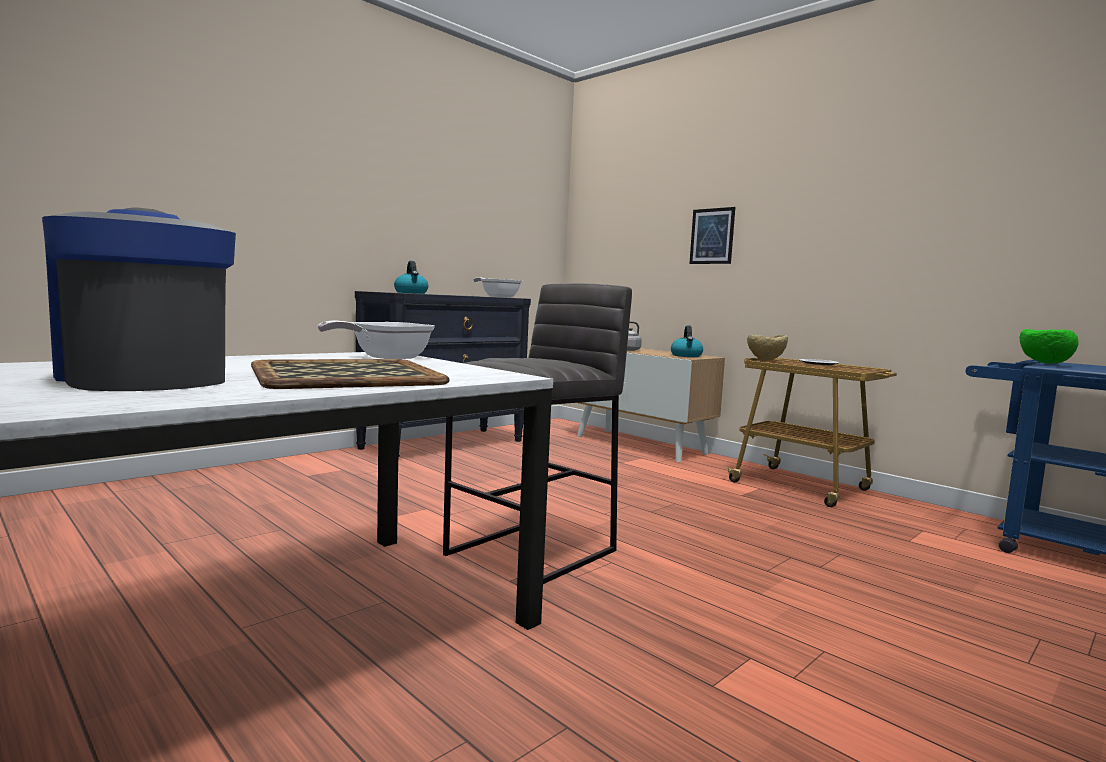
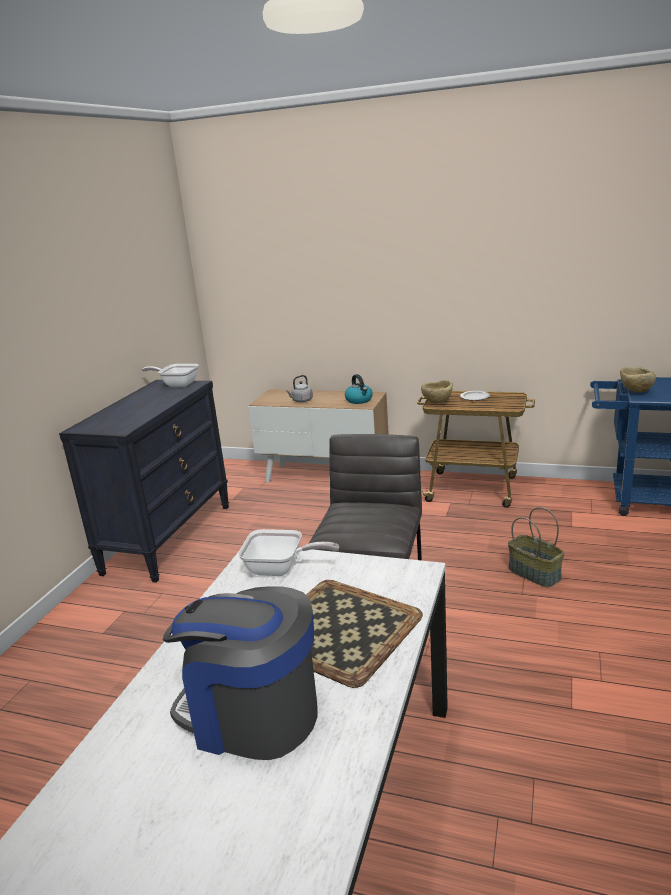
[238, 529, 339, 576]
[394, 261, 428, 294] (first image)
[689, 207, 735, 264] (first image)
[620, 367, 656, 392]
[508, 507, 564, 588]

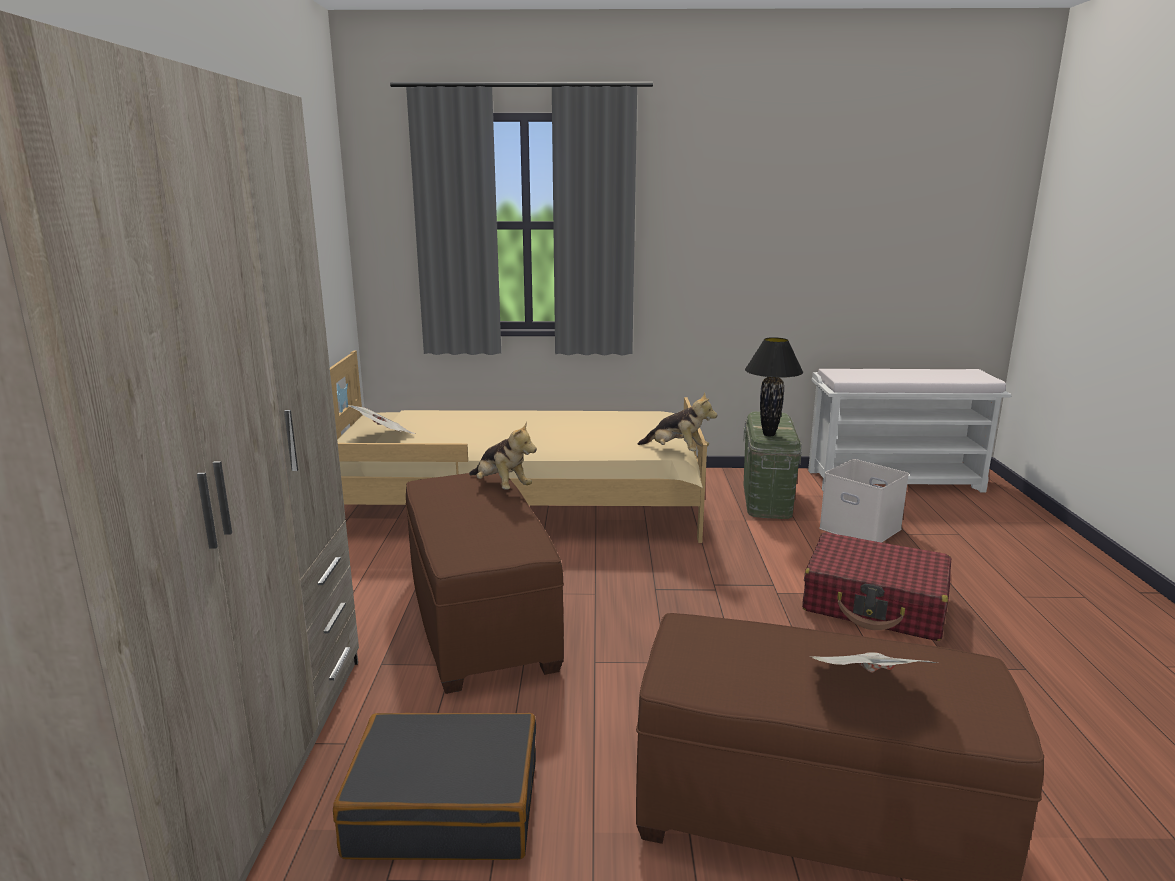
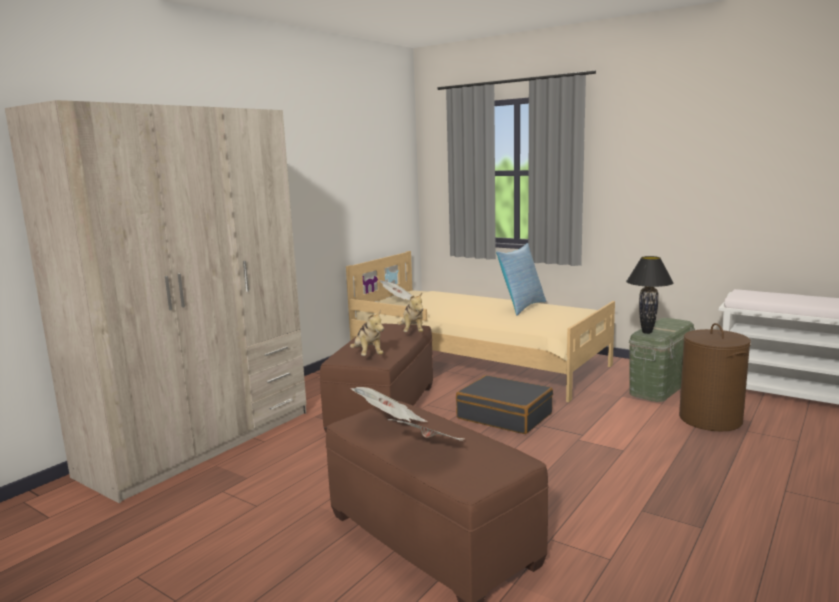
[456, 375, 553, 434]
[350, 309, 384, 356]
[802, 532, 951, 641] (first image)
[679, 323, 751, 431]
[350, 387, 427, 422]
[496, 243, 546, 316]

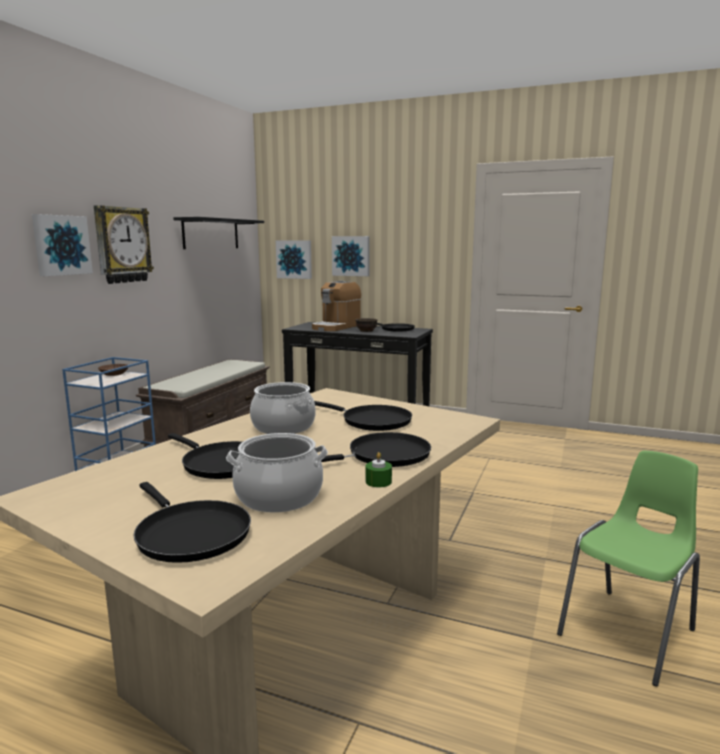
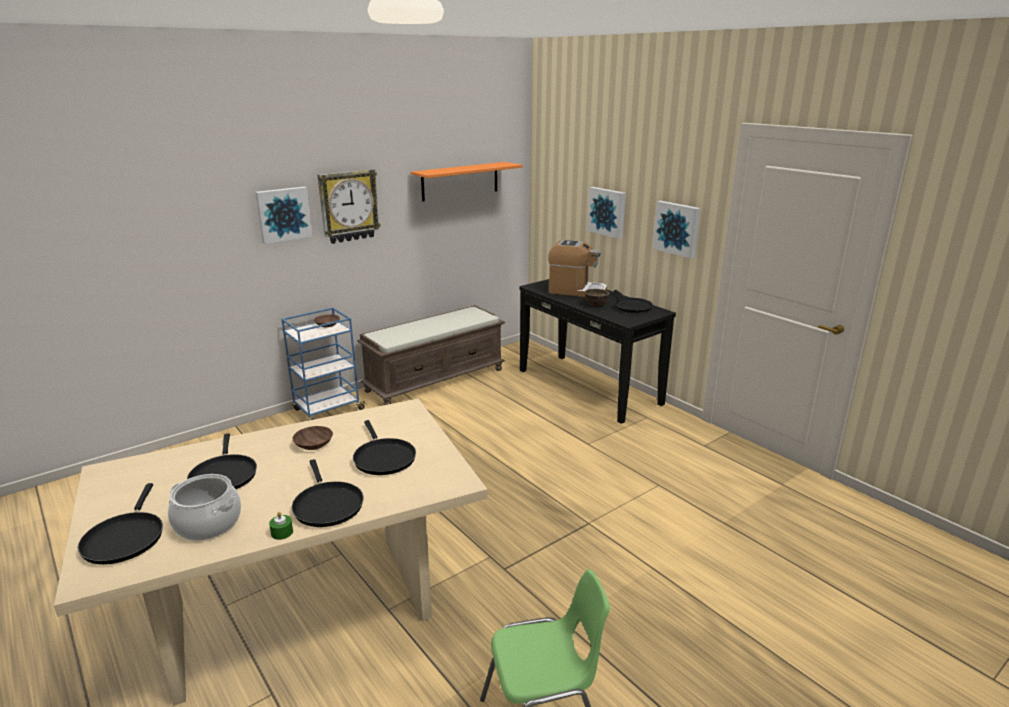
[411, 162, 523, 201]
[292, 426, 333, 450]
[653, 201, 701, 258]
[548, 240, 607, 297]
[292, 459, 364, 527]

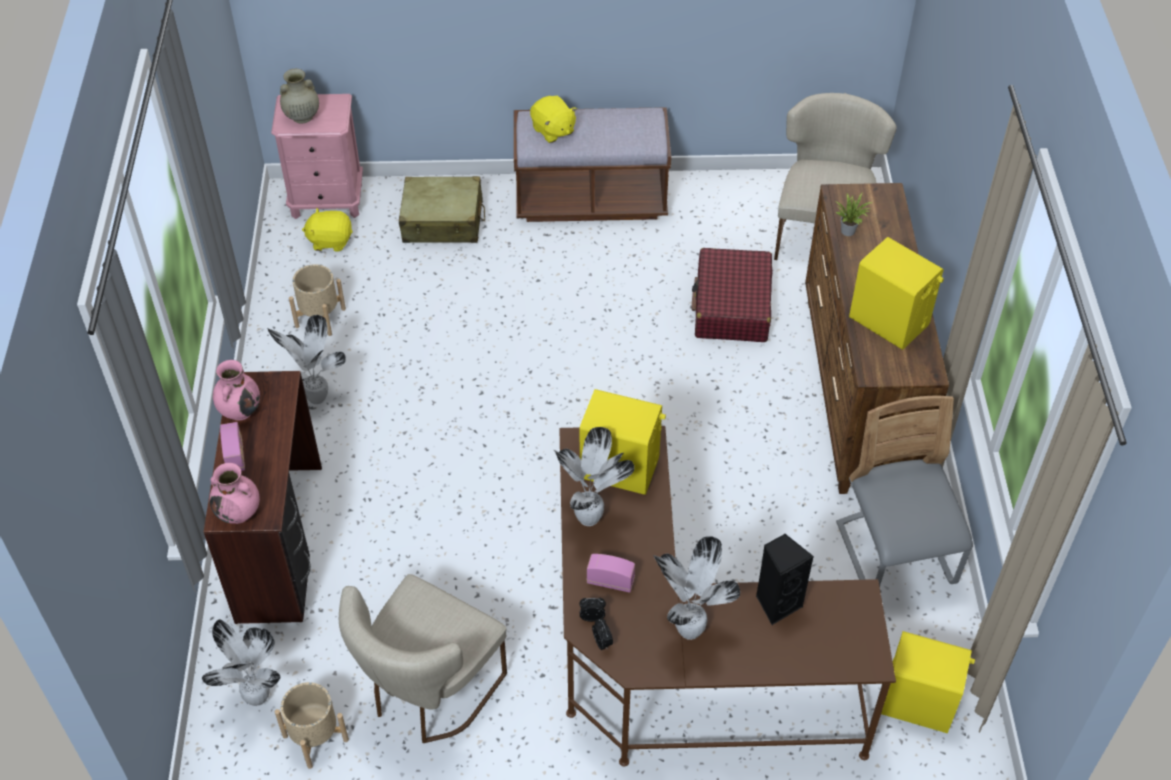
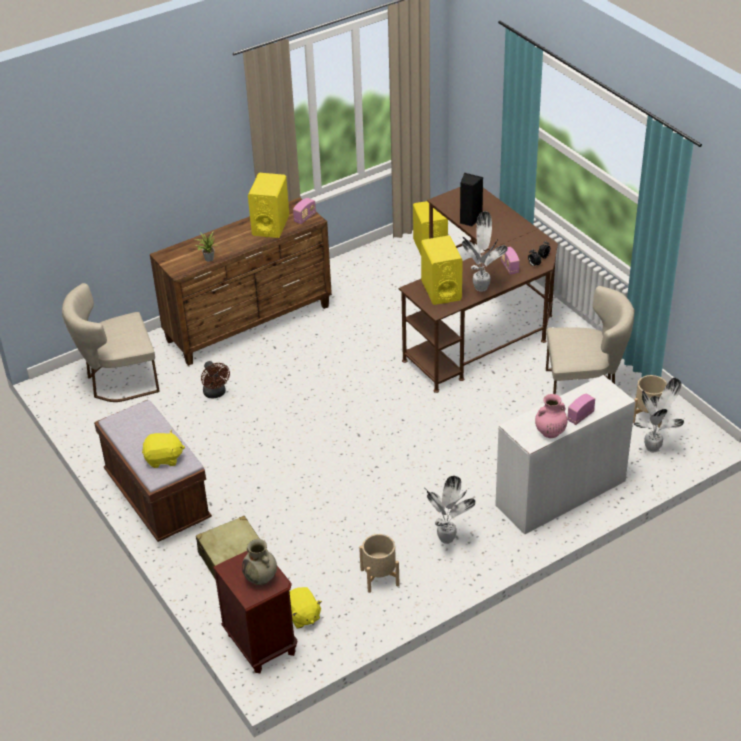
[495, 375, 636, 534]
[209, 463, 260, 524] (first image)
[213, 551, 297, 673]
[142, 429, 185, 468]
[653, 536, 740, 640] (first image)
[201, 361, 230, 398]
[836, 396, 973, 587] (first image)
[293, 198, 316, 224]

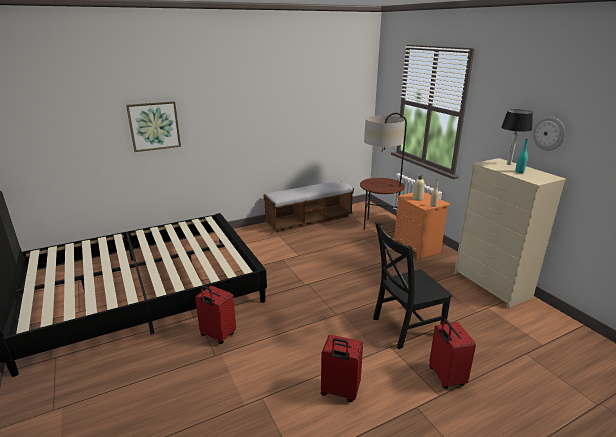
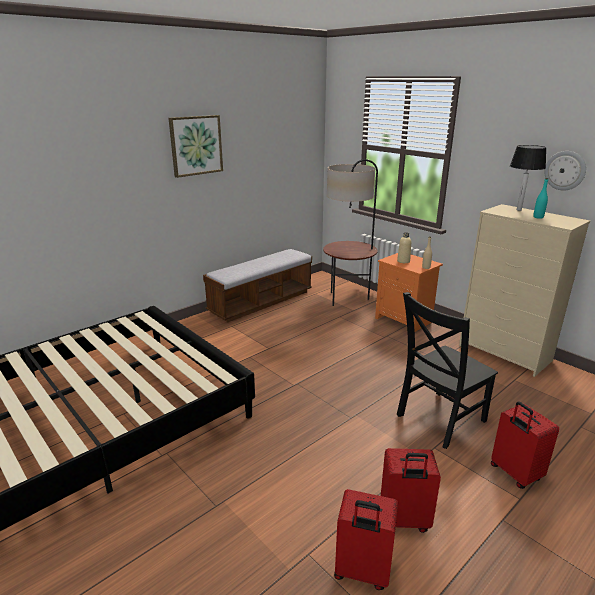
[168, 115, 223, 178]
[334, 489, 398, 590]

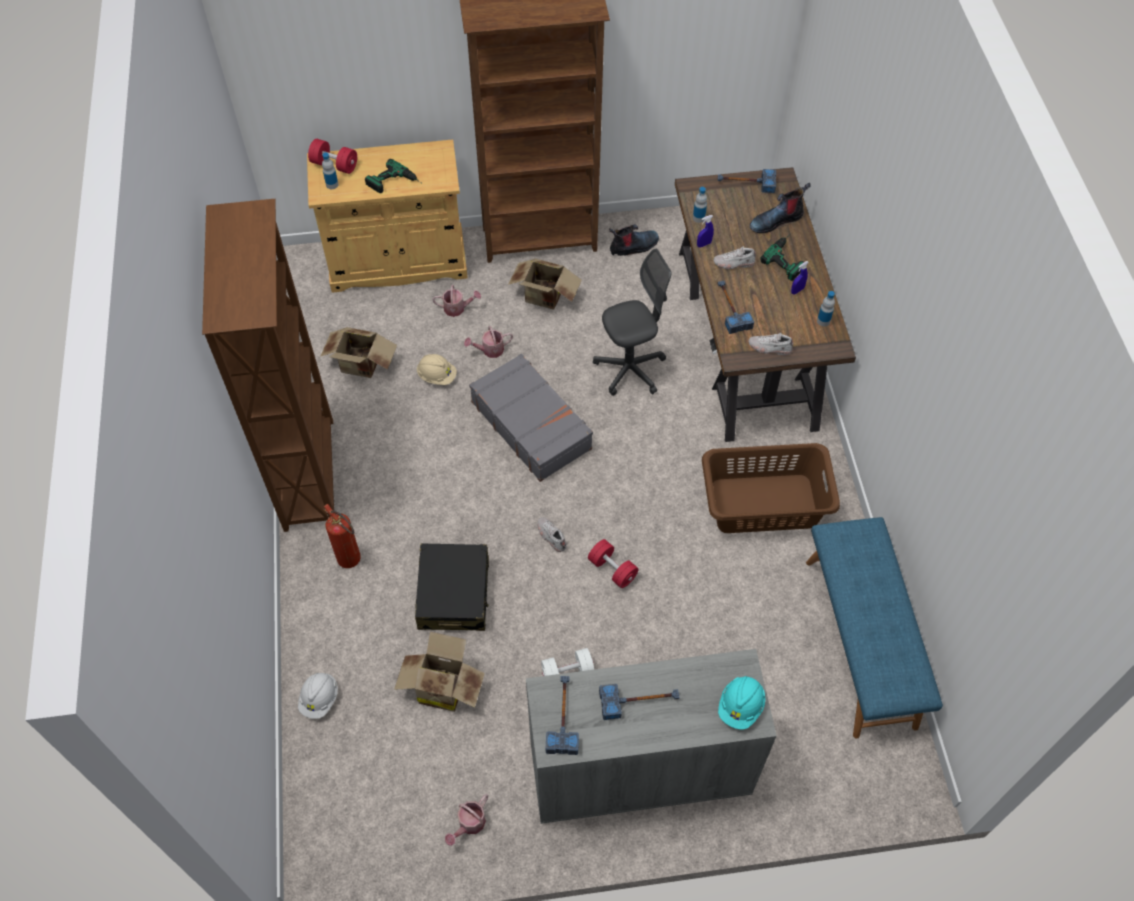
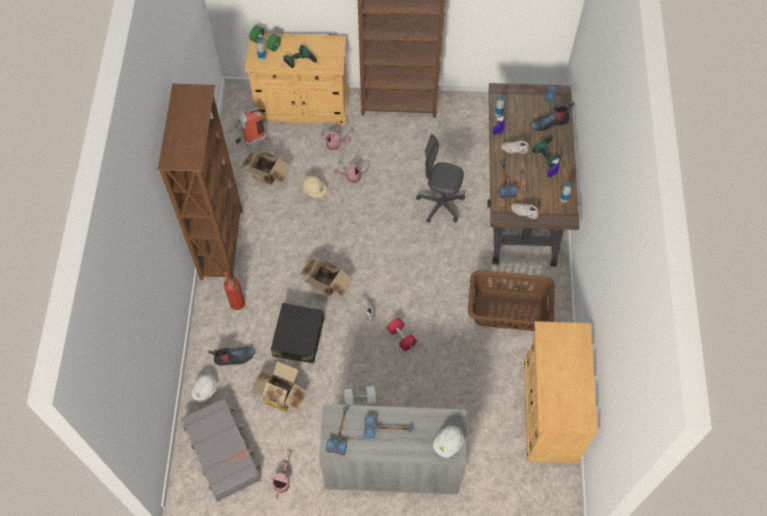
[249, 25, 281, 52]
[271, 460, 290, 498]
[181, 398, 261, 502]
[300, 258, 352, 296]
[416, 134, 465, 223]
[208, 347, 255, 365]
[433, 426, 464, 458]
[524, 321, 598, 464]
[235, 107, 266, 147]

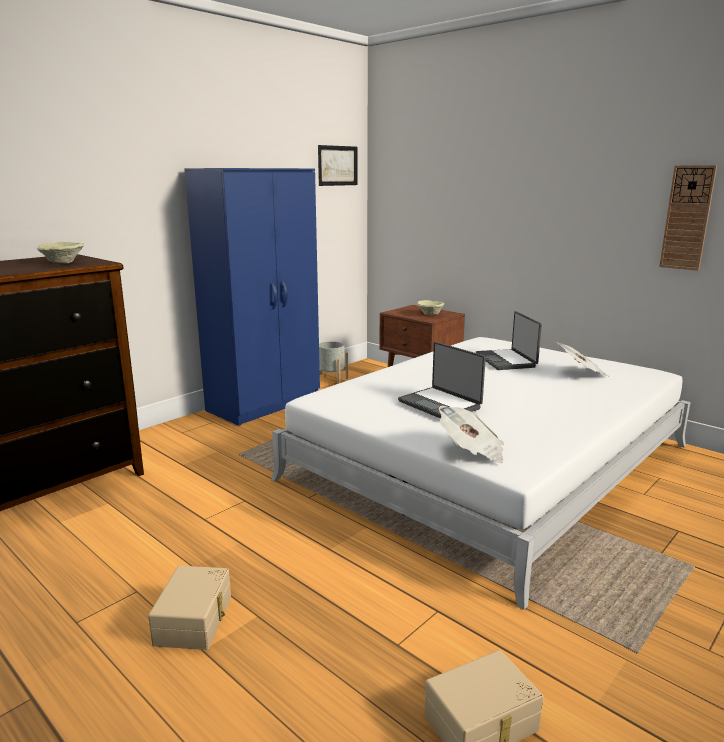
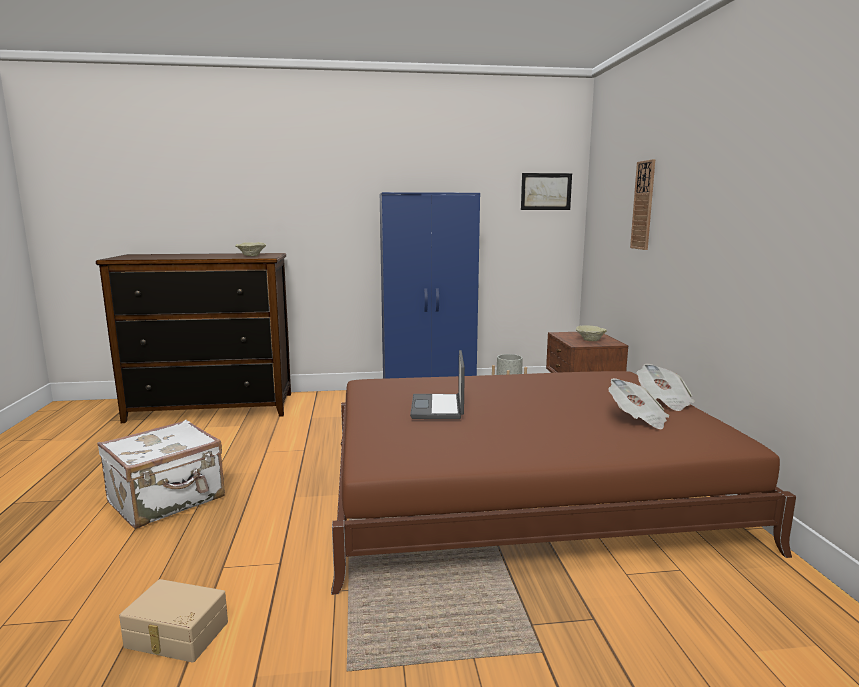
[97, 420, 225, 529]
[331, 371, 796, 595]
[637, 364, 695, 411]
[476, 311, 542, 370] (first image)
[630, 159, 655, 250]

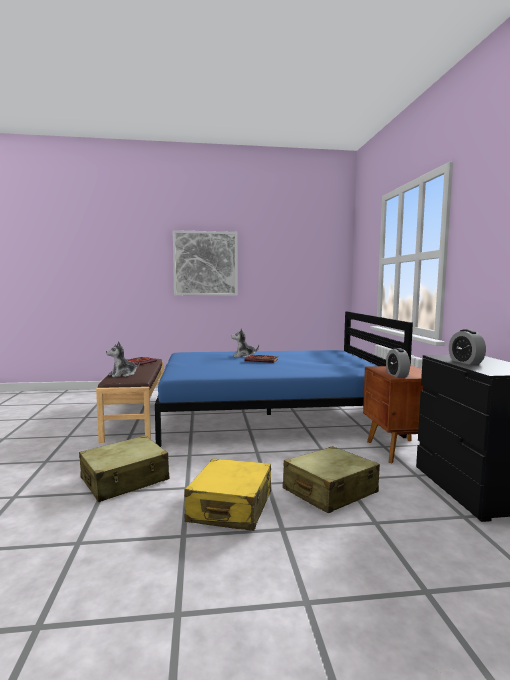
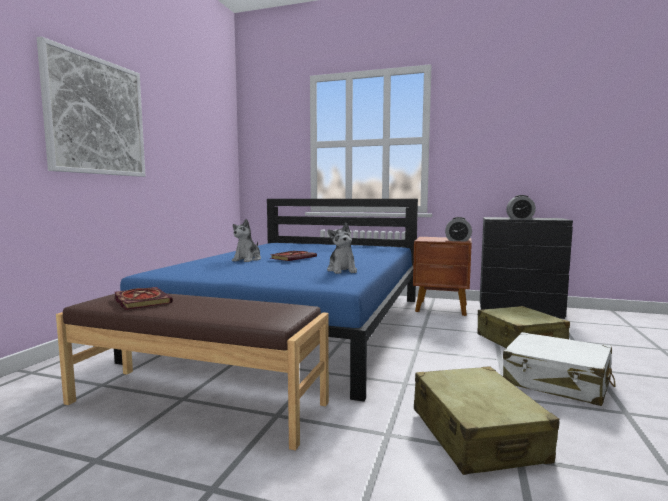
[327, 223, 357, 274]
[503, 332, 615, 406]

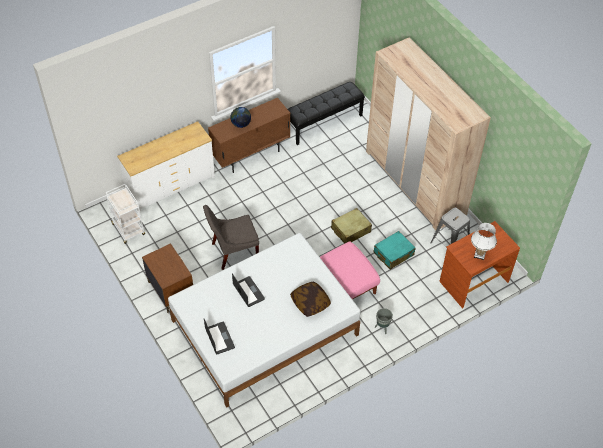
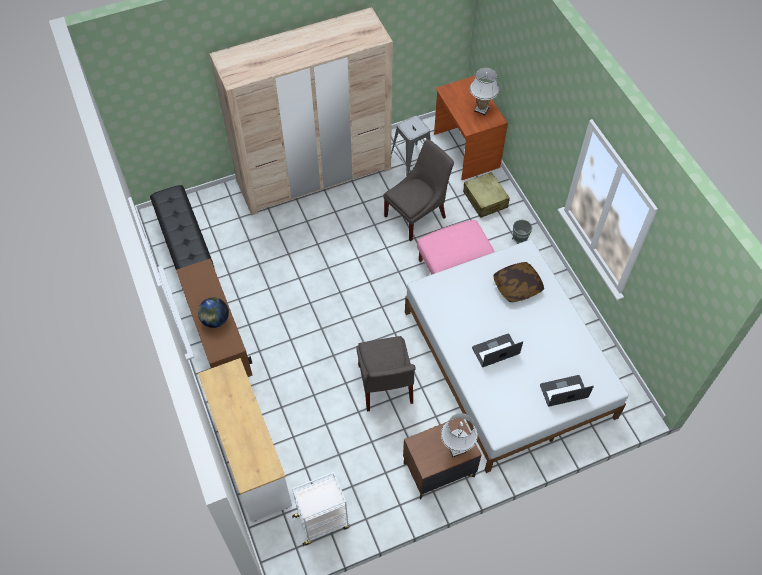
[463, 172, 510, 218]
[384, 139, 454, 241]
[441, 413, 478, 457]

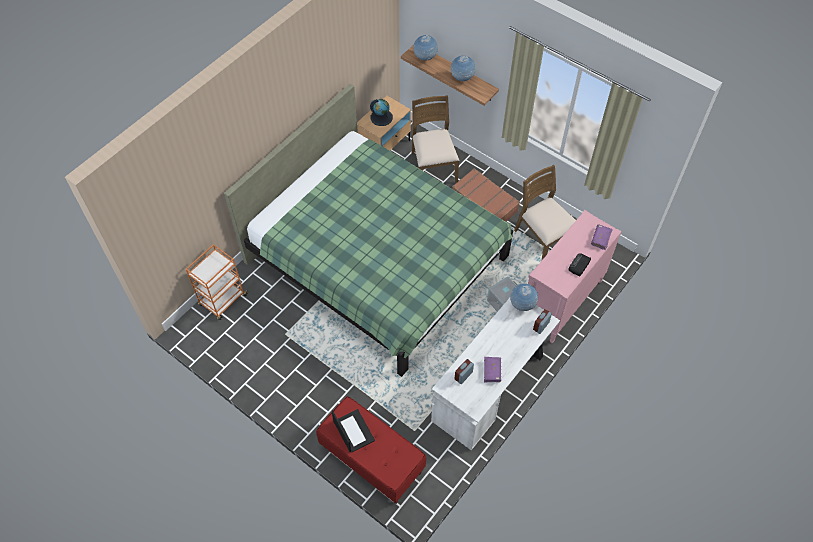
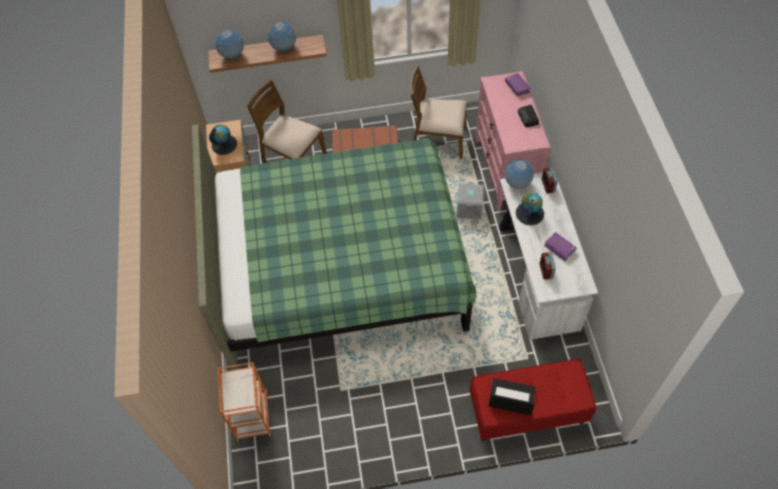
[516, 192, 544, 225]

